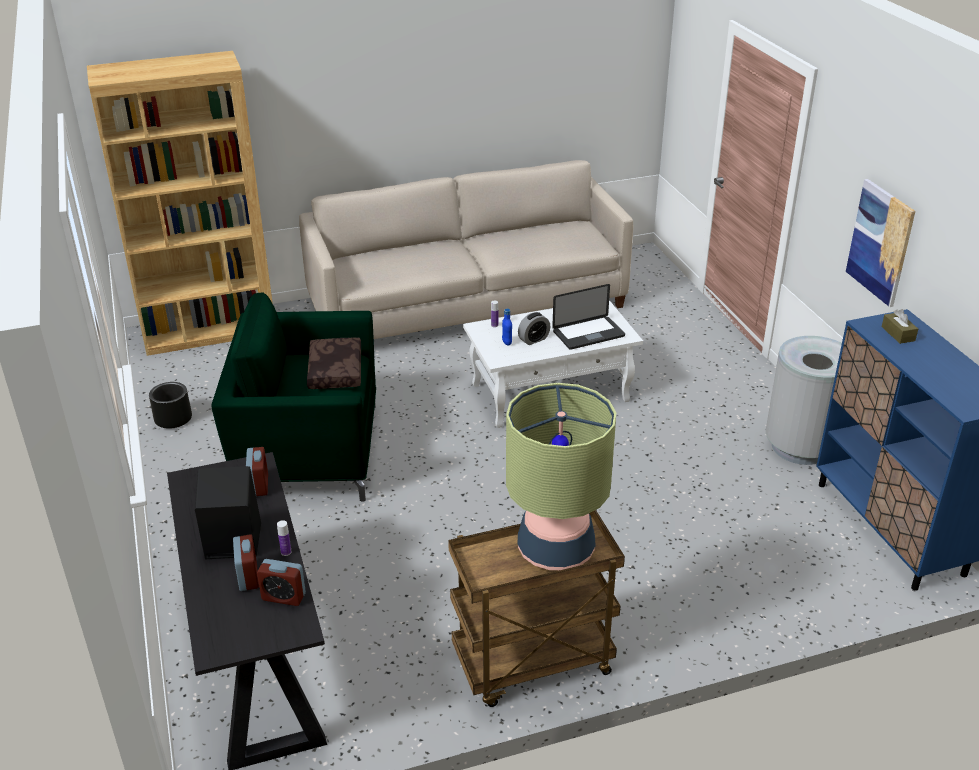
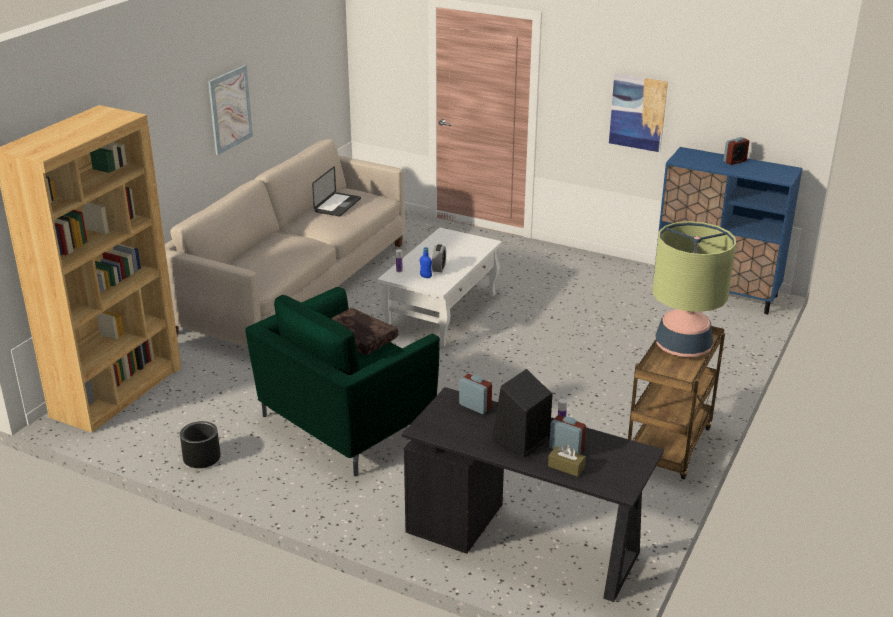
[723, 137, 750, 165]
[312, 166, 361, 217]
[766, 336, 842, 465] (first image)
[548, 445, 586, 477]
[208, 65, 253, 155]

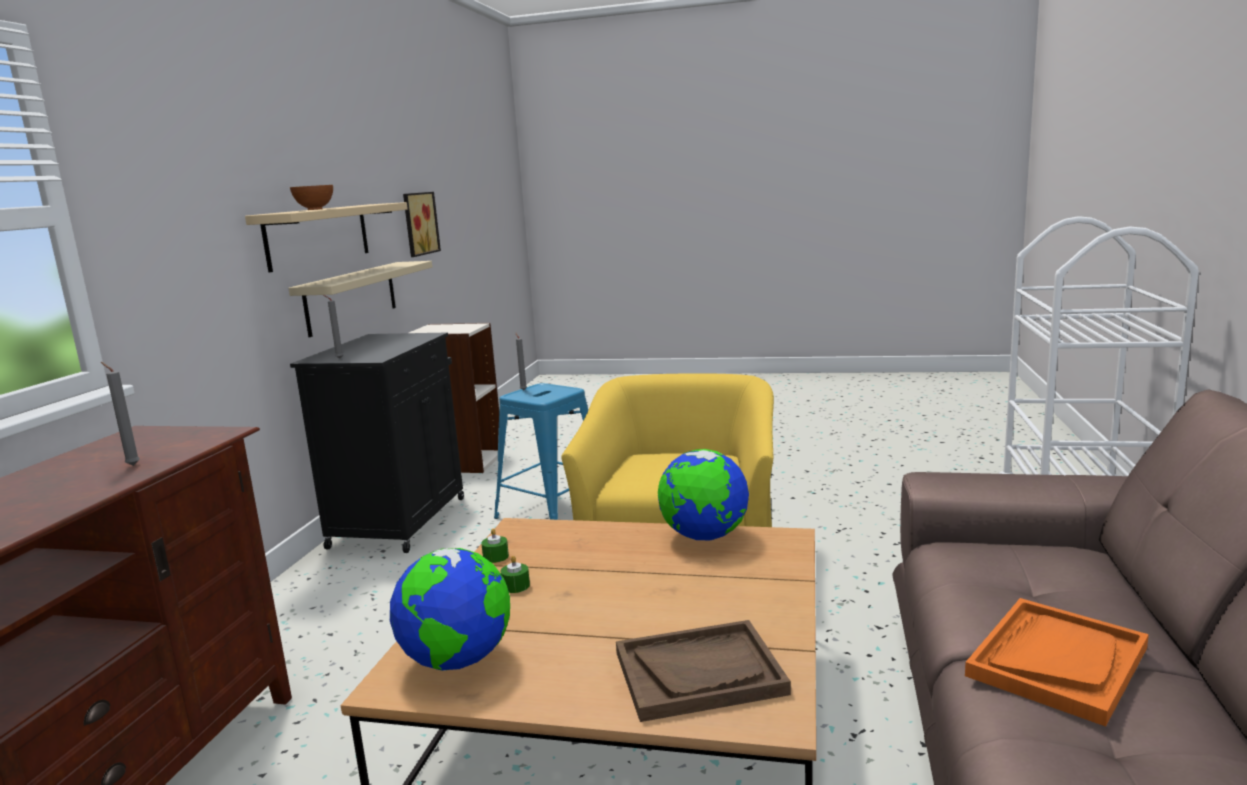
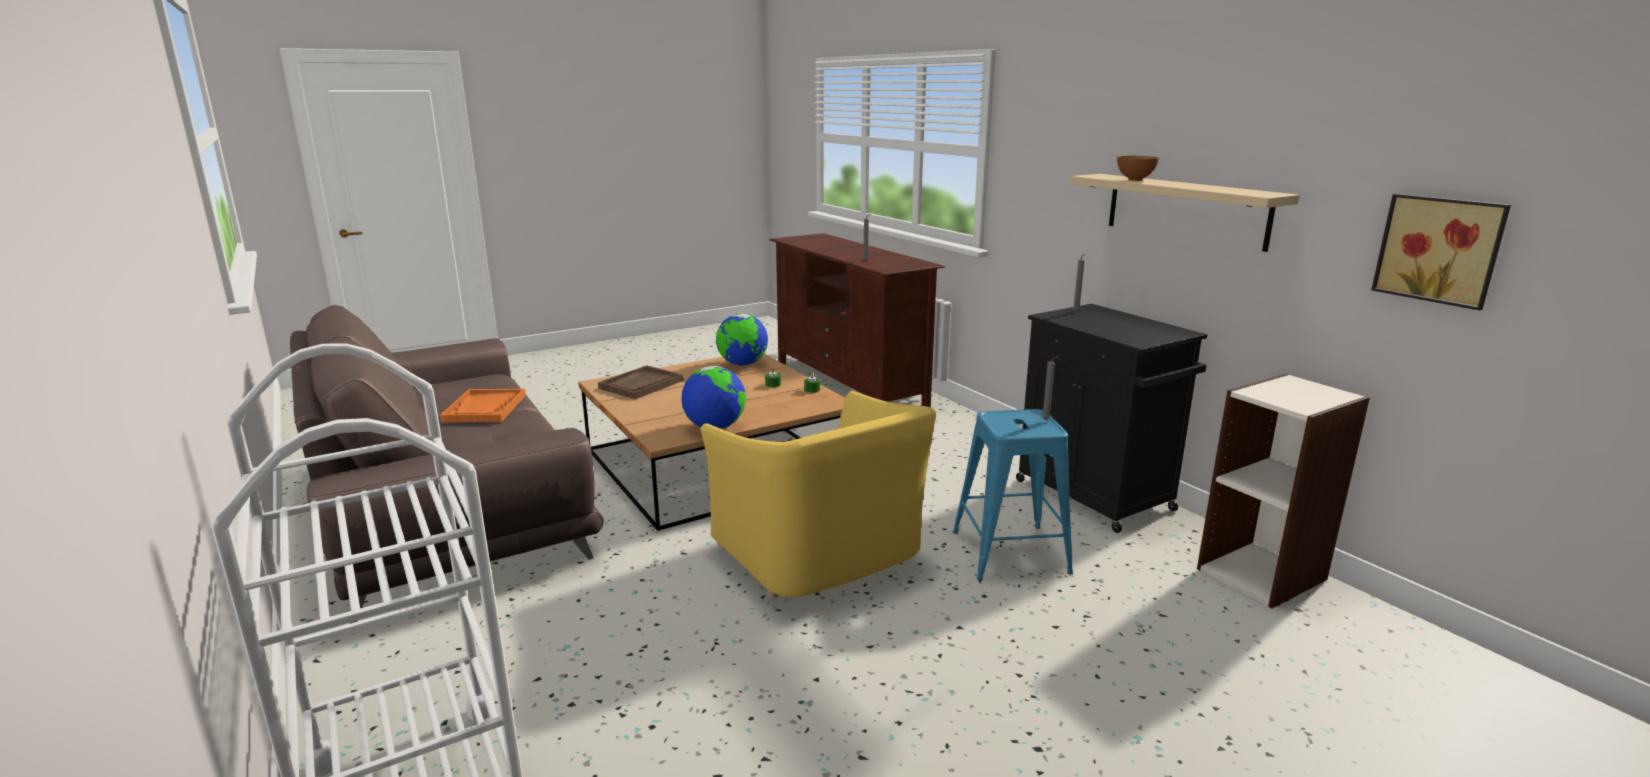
[288, 261, 432, 337] (first image)

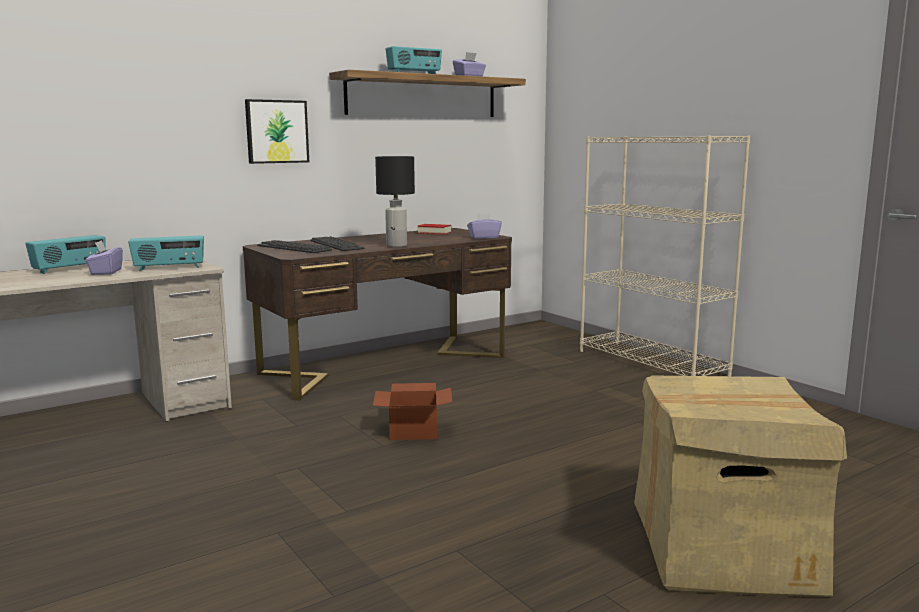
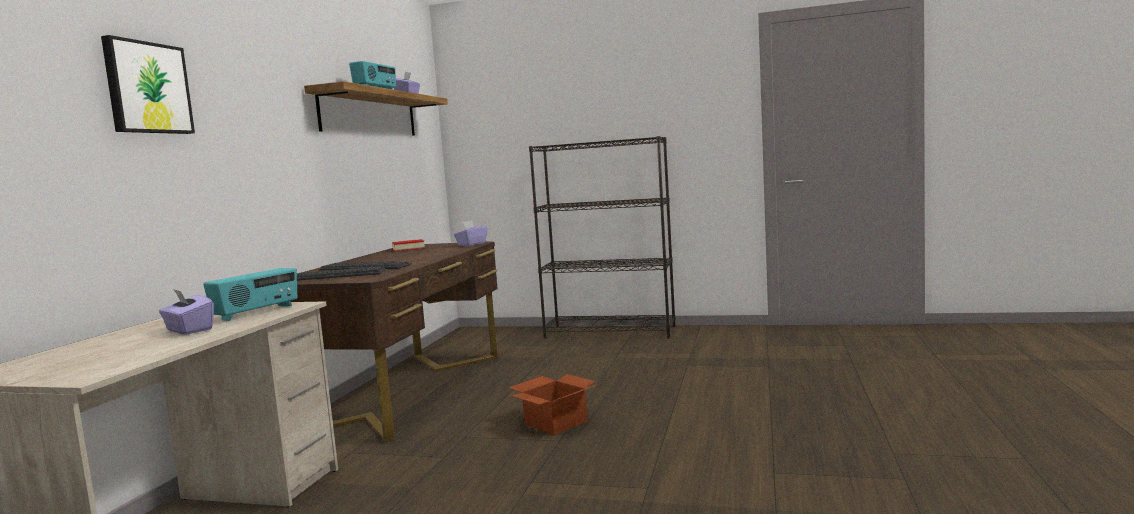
[25, 235, 105, 274] (first image)
[101, 35, 195, 134]
[375, 156, 415, 247] (first image)
[529, 136, 675, 339]
[634, 376, 847, 597] (first image)

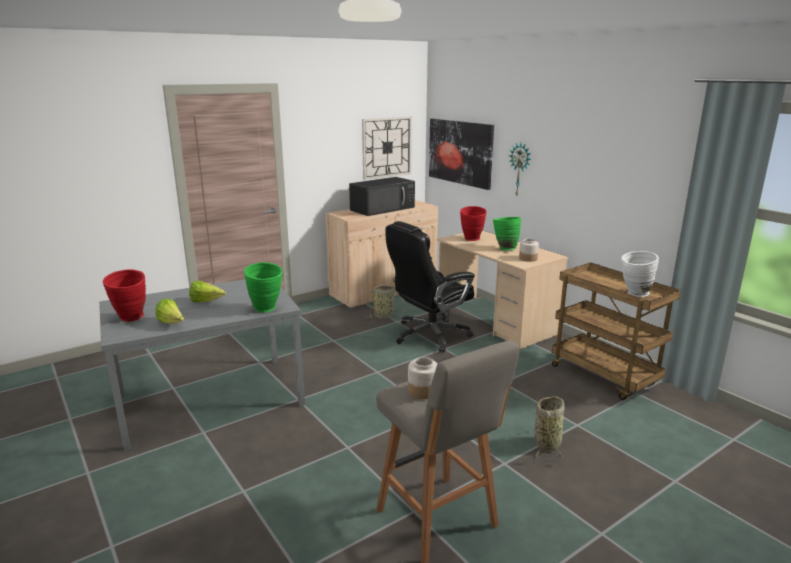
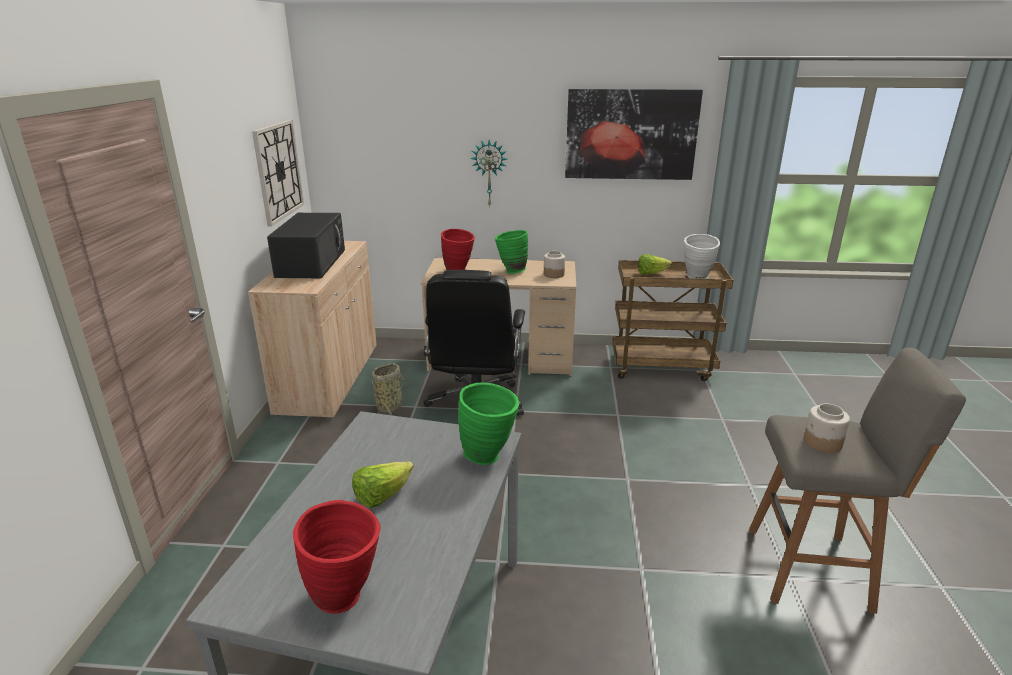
[638, 254, 672, 275]
[565, 89, 703, 180]
[535, 396, 564, 459] (first image)

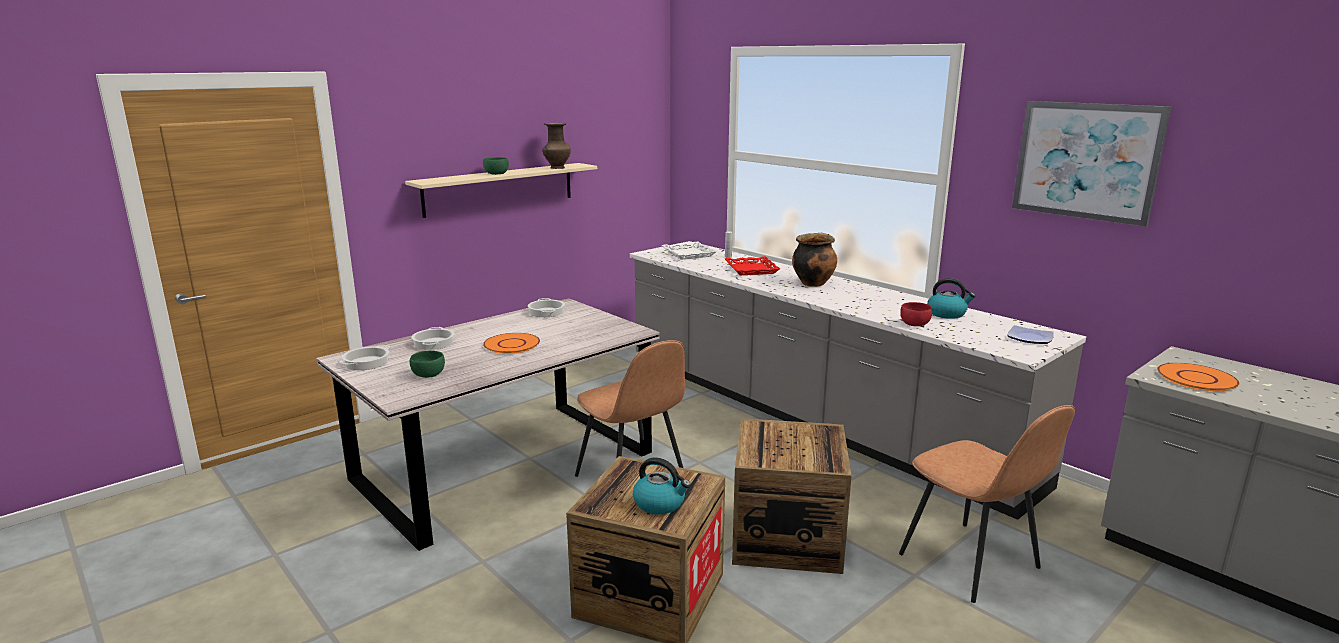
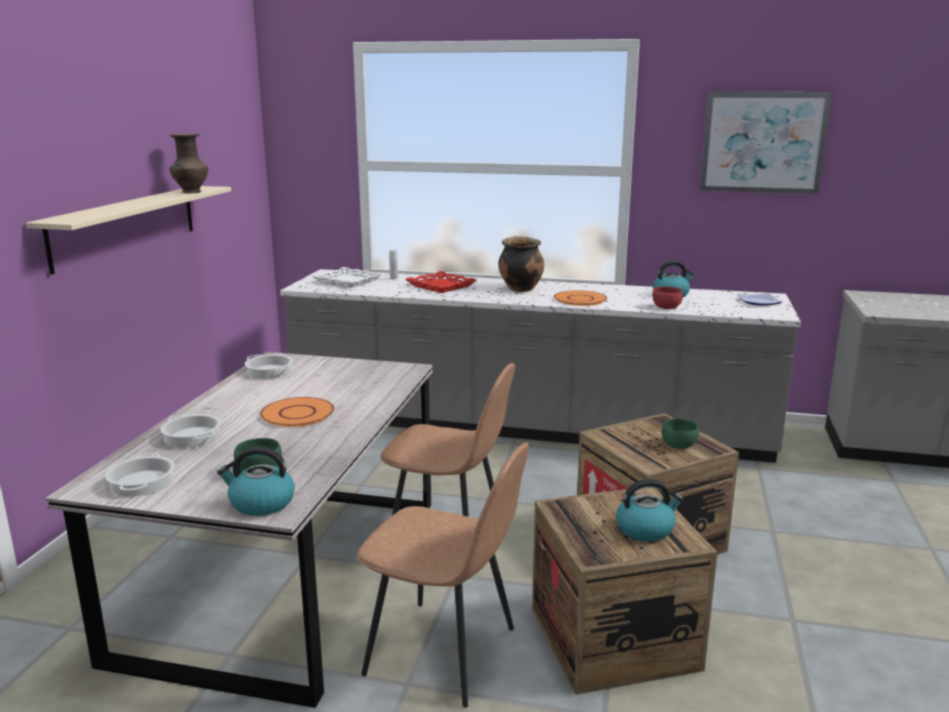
[662, 419, 699, 449]
[357, 442, 529, 708]
[554, 290, 607, 306]
[217, 446, 295, 516]

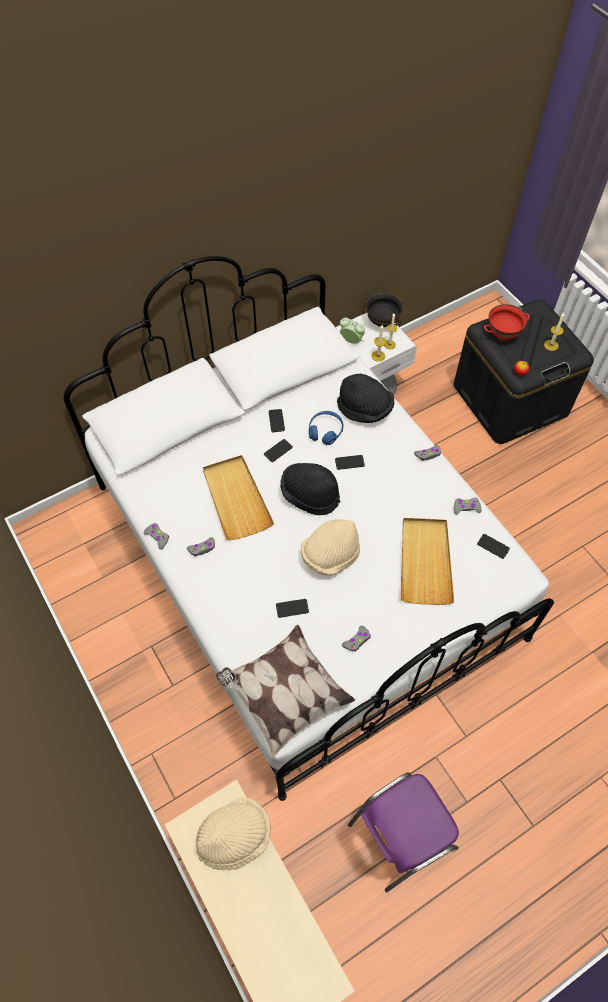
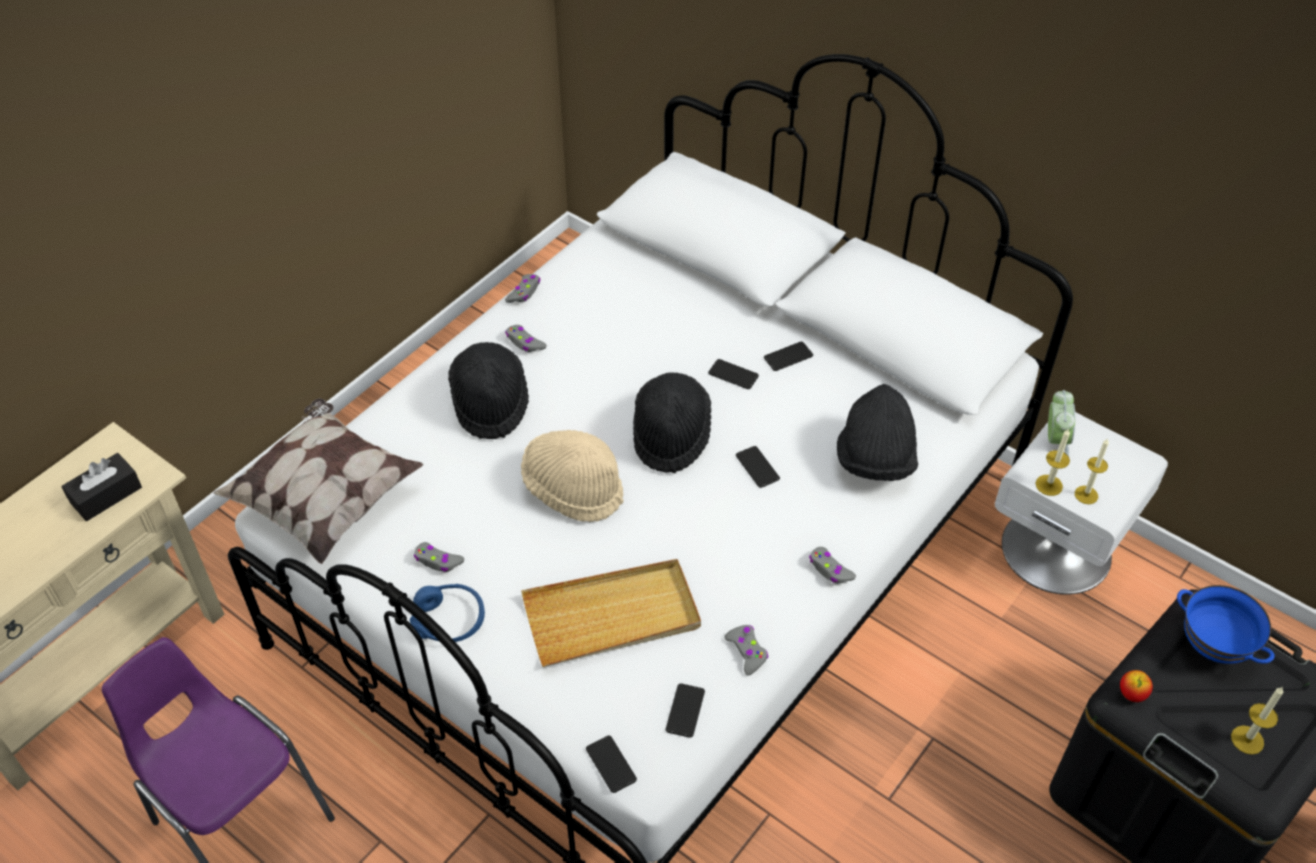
[61, 453, 142, 521]
[203, 455, 274, 540] (first image)
[586, 736, 637, 793]
[410, 584, 485, 642]
[366, 293, 403, 327] (first image)
[1177, 585, 1275, 664]
[448, 342, 529, 439]

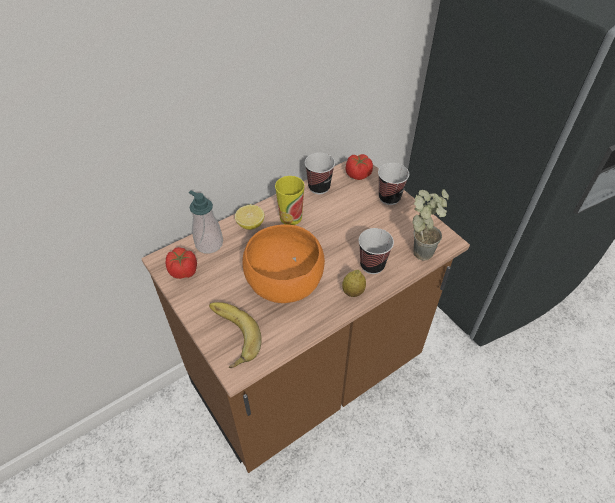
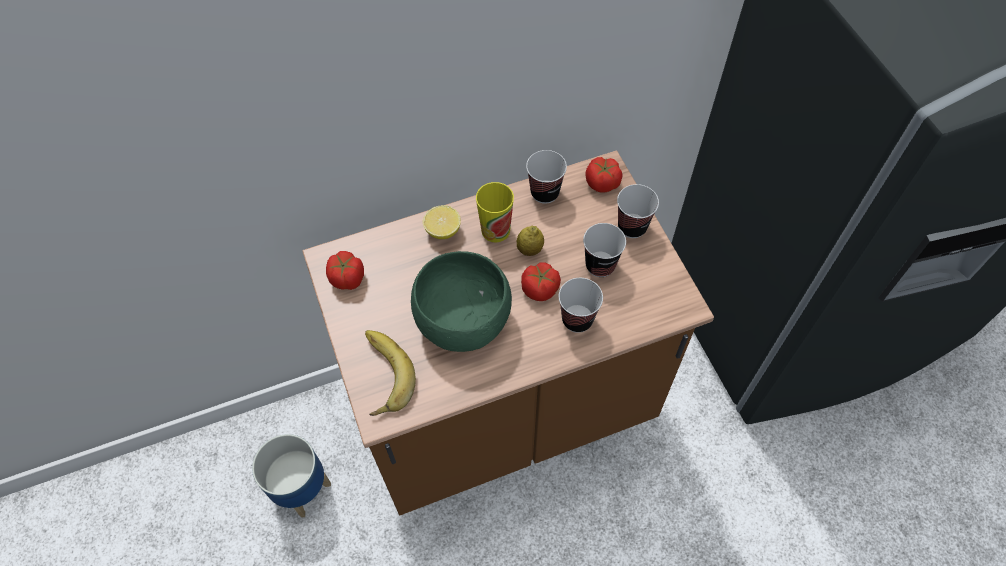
[189, 190, 223, 254] (first image)
[411, 251, 512, 352]
[516, 226, 544, 256]
[412, 189, 449, 261] (first image)
[252, 434, 331, 518]
[521, 262, 561, 301]
[583, 223, 626, 277]

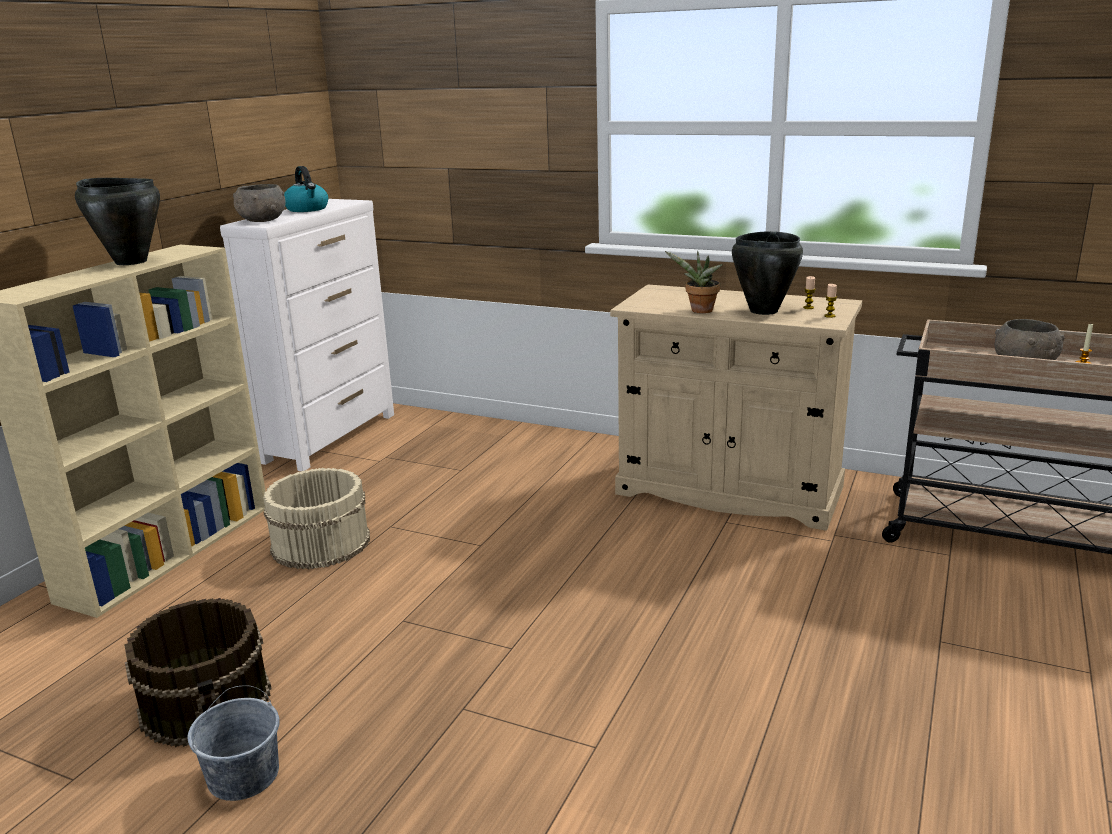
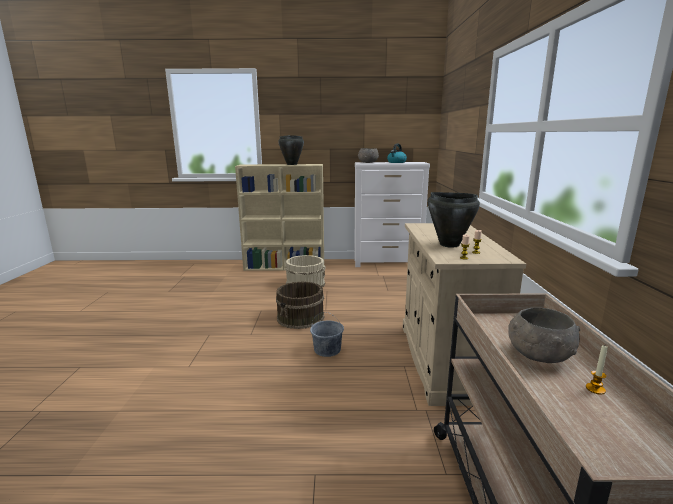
[276, 281, 324, 329]
[310, 312, 344, 357]
[665, 251, 723, 313] (first image)

